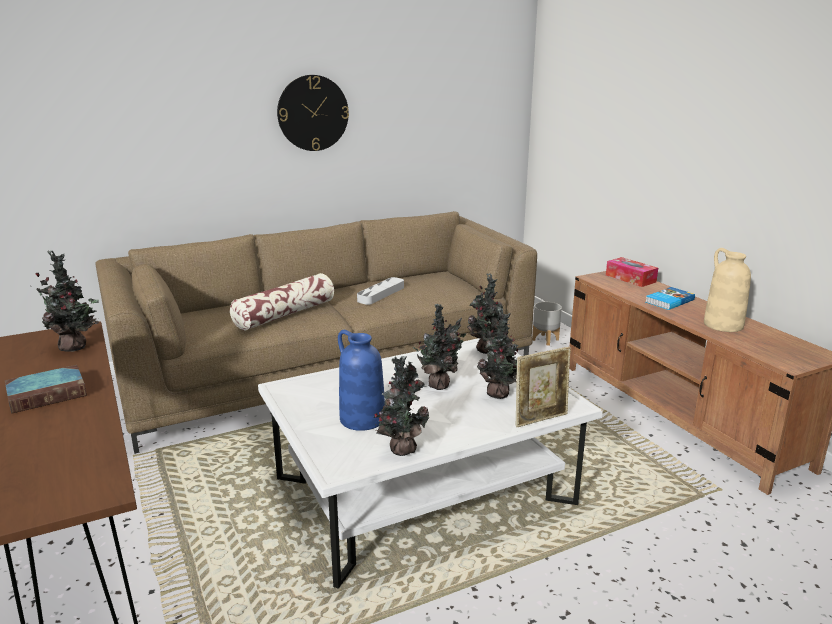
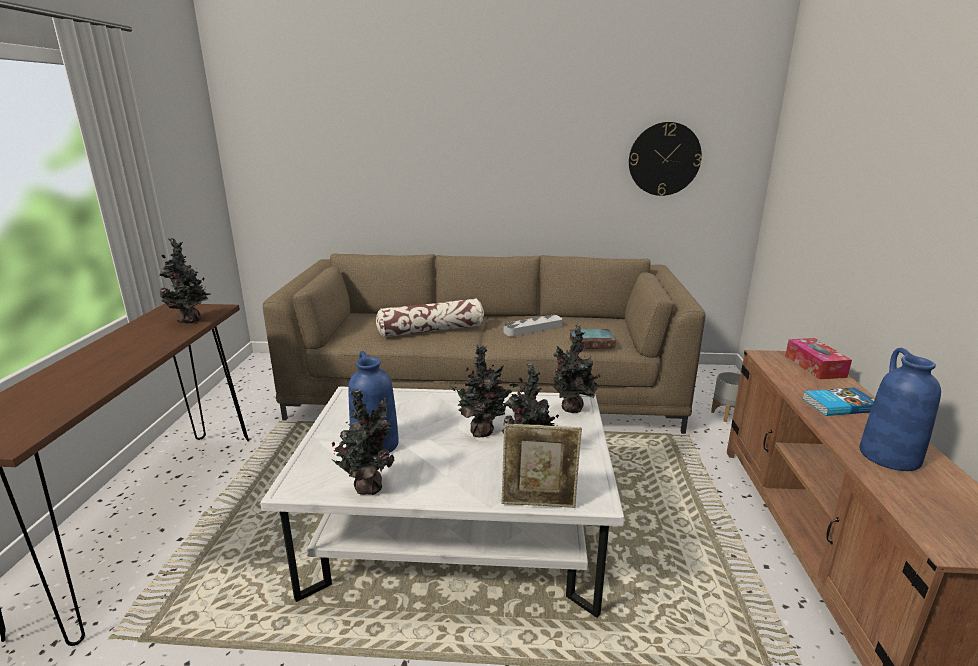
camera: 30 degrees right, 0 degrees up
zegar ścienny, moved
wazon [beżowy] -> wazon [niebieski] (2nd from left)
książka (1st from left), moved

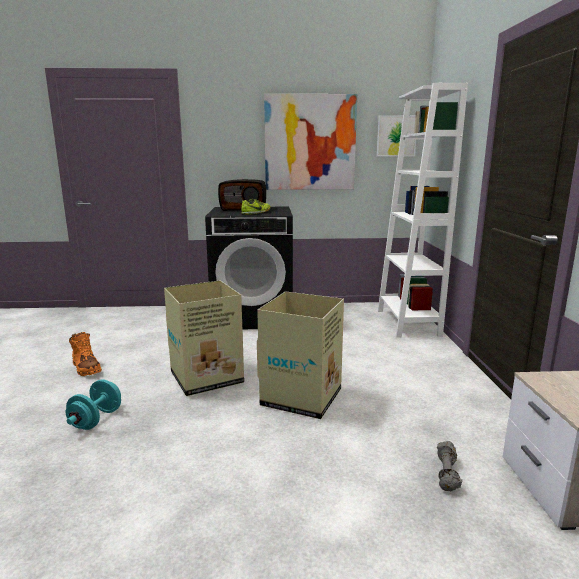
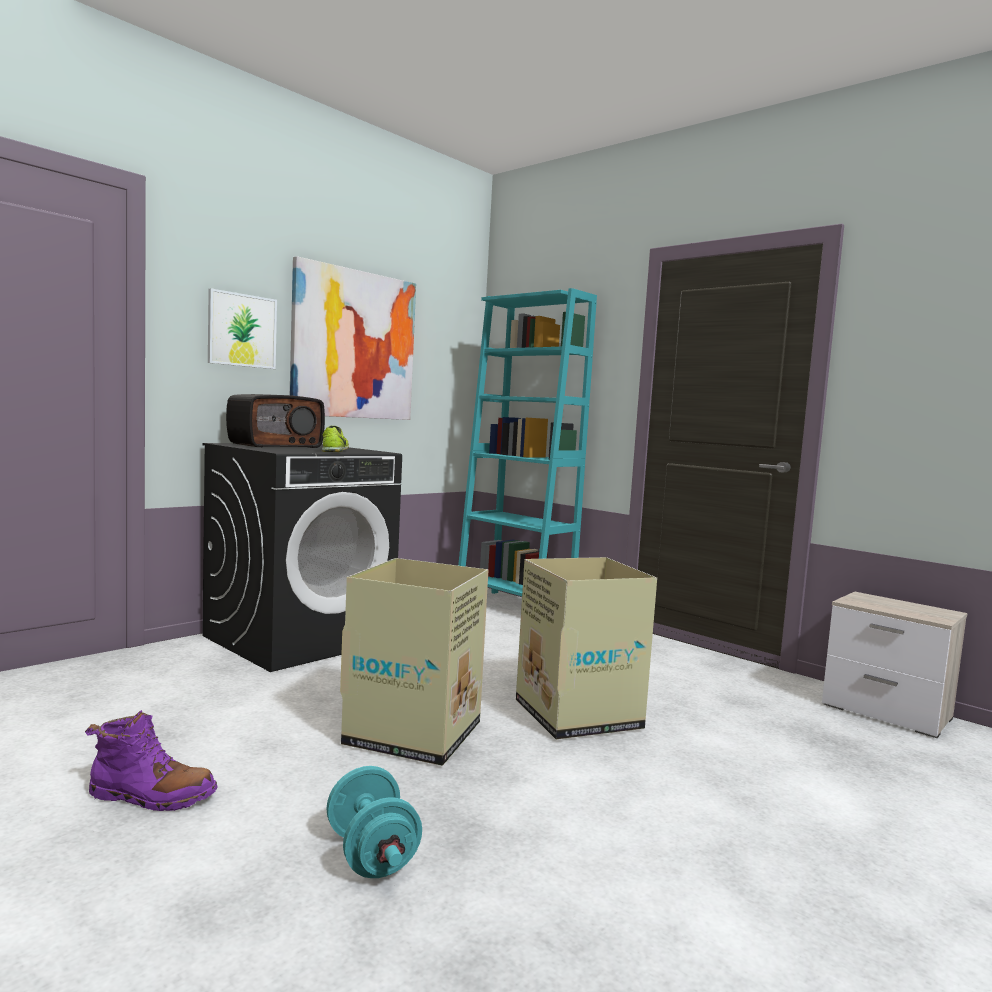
camera: 45 degrees left, 10 degrees down
regał [biały] -> regał [turkusowy]
obraz (2nd from left in the first image) -> obraz (1st from left), moved
but z cholewką [pomarańczowy] -> but z cholewką [fioletowy]
hantel [szary] -> none

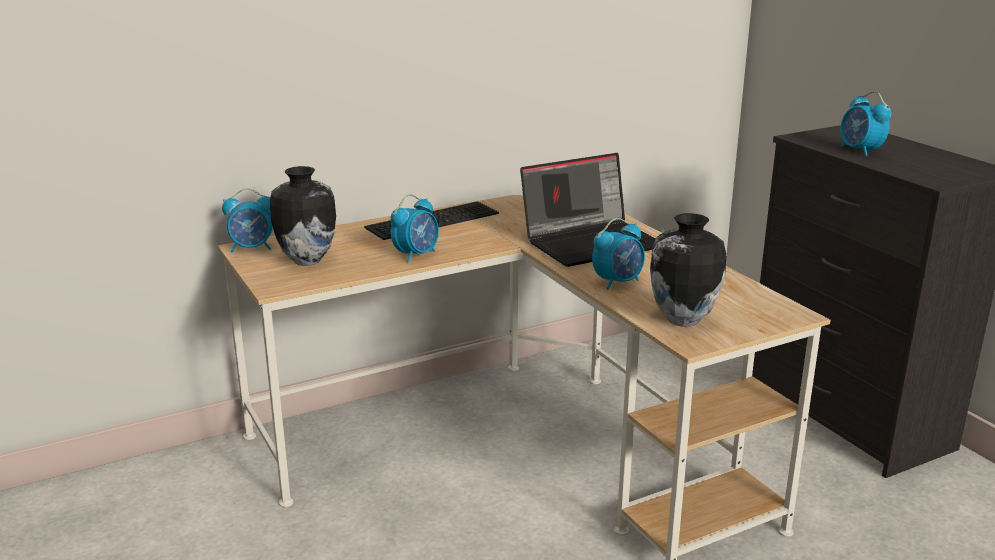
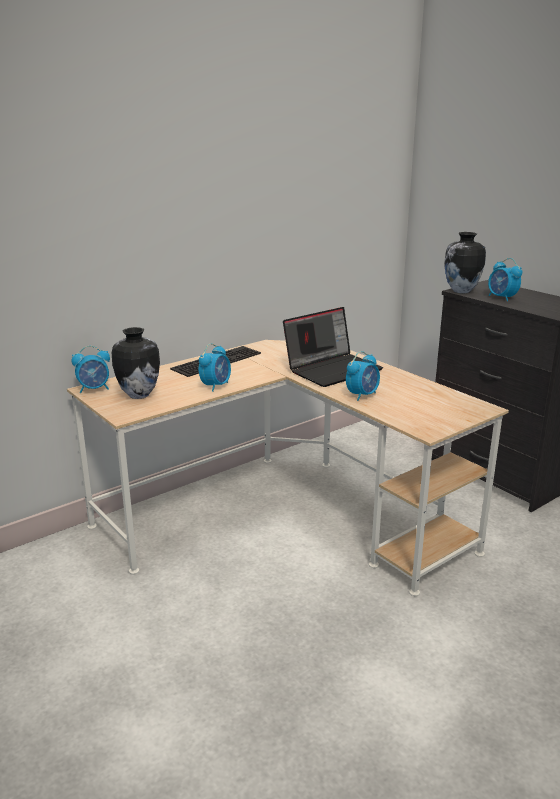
camera: 10 degrees left, 0 degrees up
wazon (2nd from left), moved

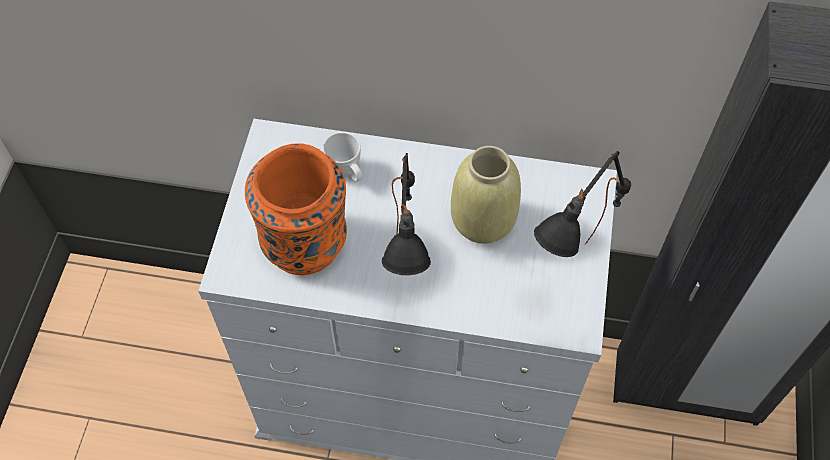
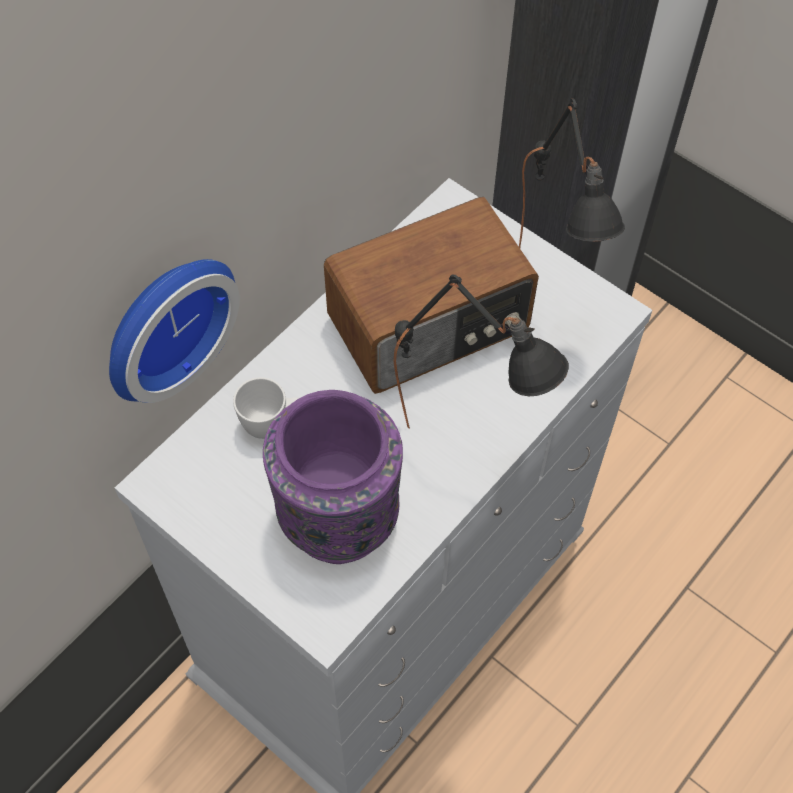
camera: 60 degrees left, 0 degrees up
wazon [pomarańczowy] -> wazon [fioletowy]
wazon [beżowy] -> radio
none -> zegar ścienny

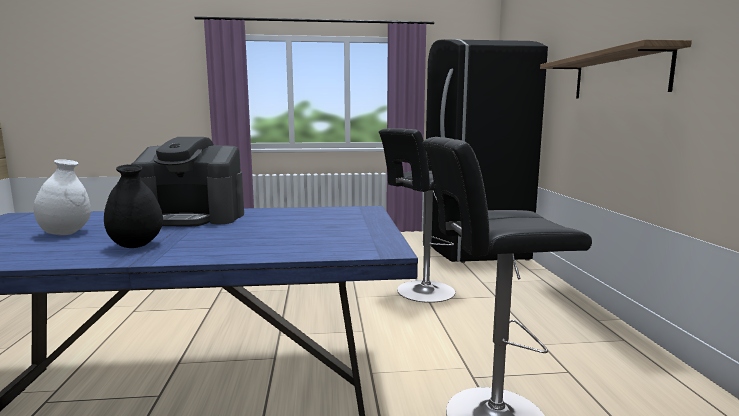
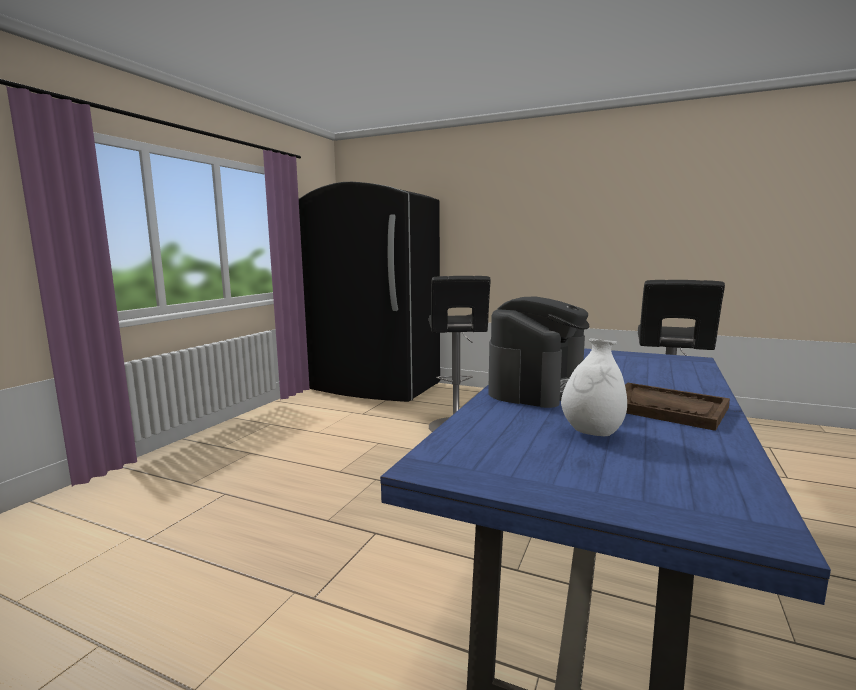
camera: 60 degrees left, 0 degrees up
półka -> none
wazon [czarny] -> taca [brązowy]

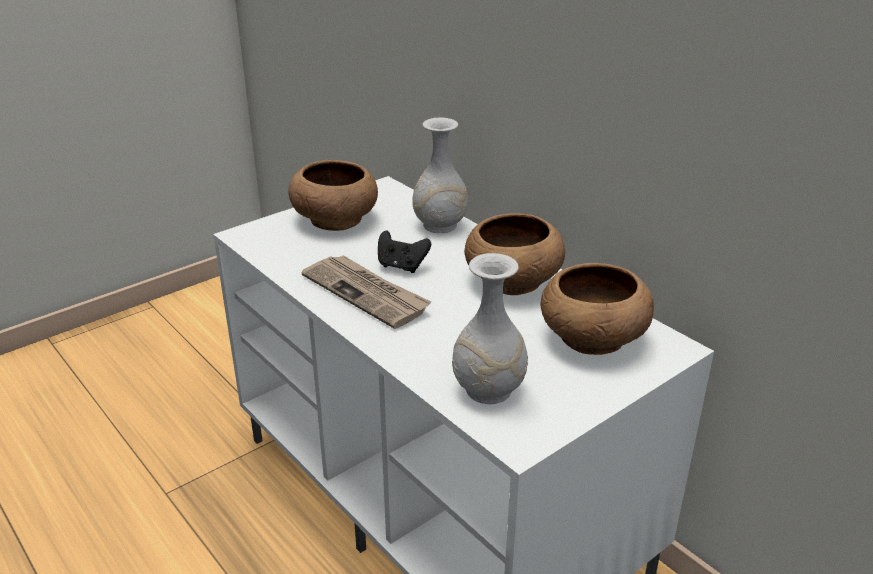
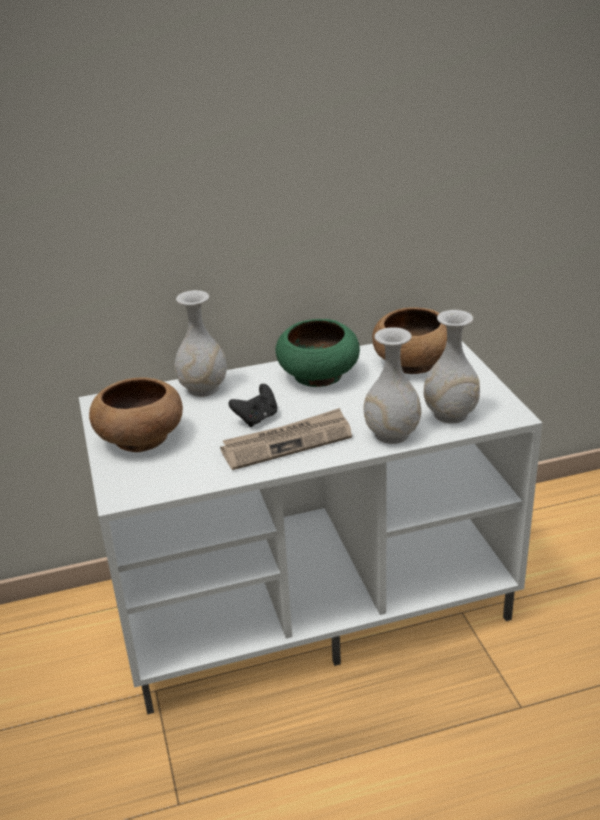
camera: 65 degrees left, 0 degrees up
miska [brązowy] (2nd from left) -> miska [zielony]
none -> wazon [biały] (2nd from left)

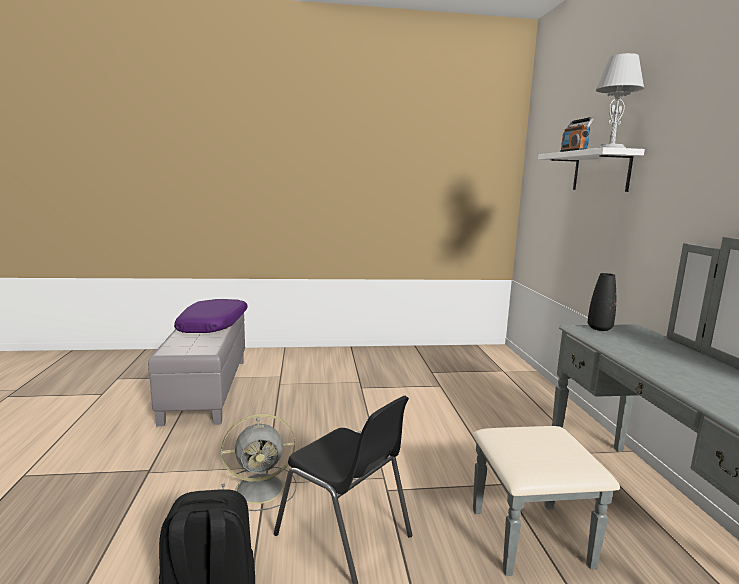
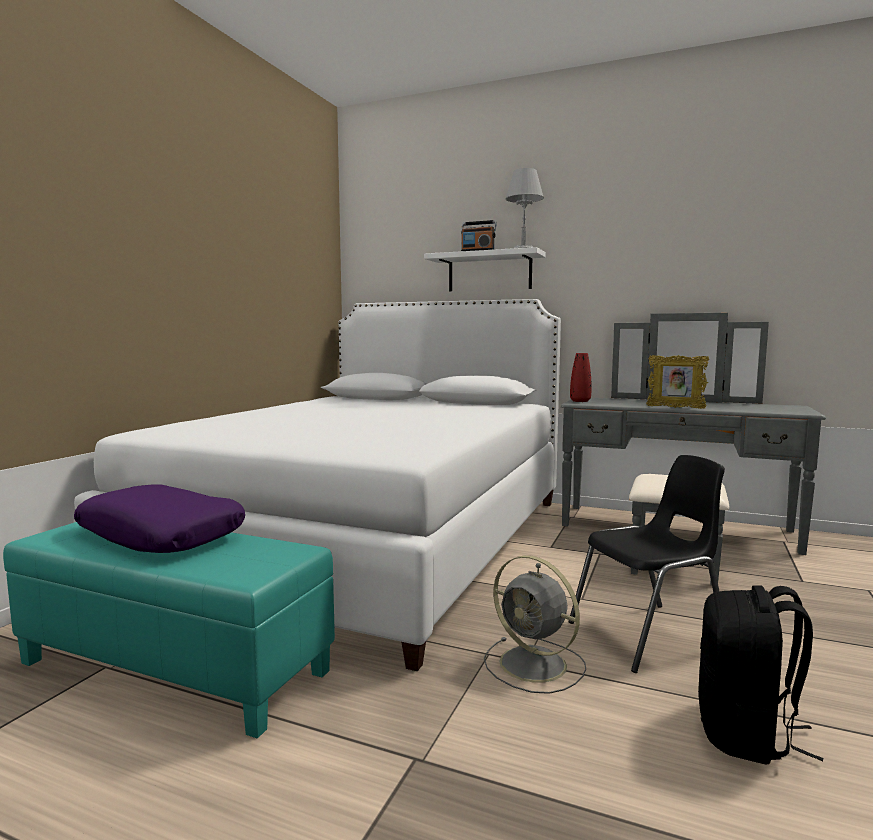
camera: 60 degrees left, 5 degrees down
wazon [czarny] -> wazon [czerwony]
pufa [szary] -> pufa [turkusowy]
wentylator [szary], 120 degrees clockwise
none -> łóżko [biały]
none -> ramka na zdjęcie

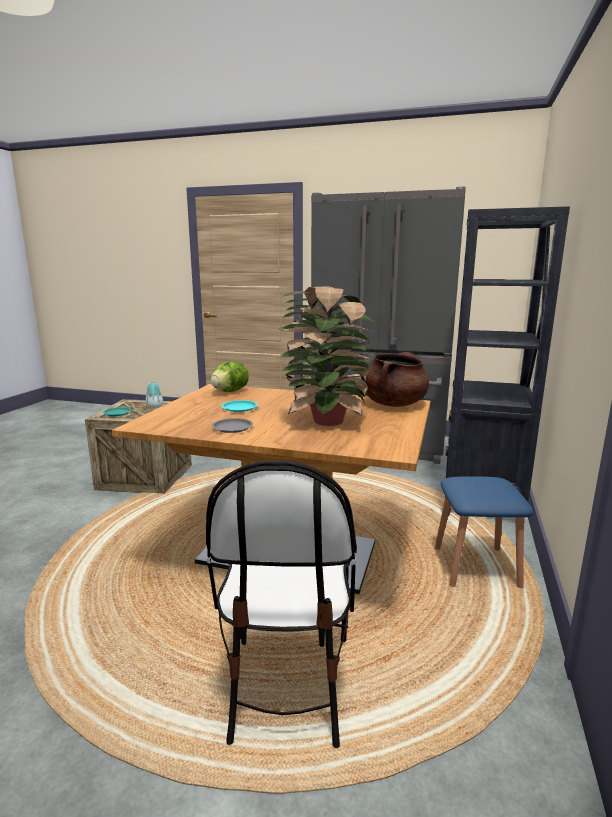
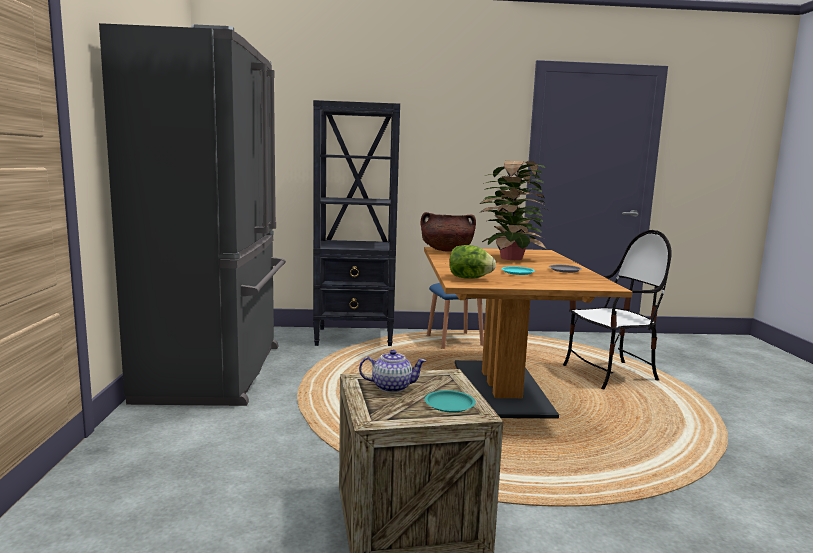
camera: 110 degrees left, 5 degrees down
wazon -> imbryk

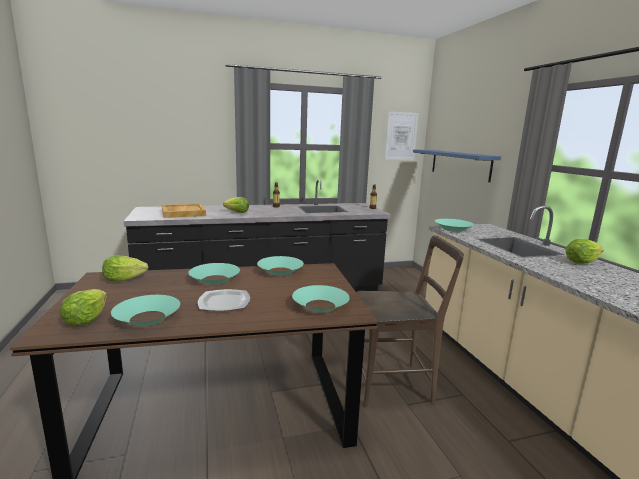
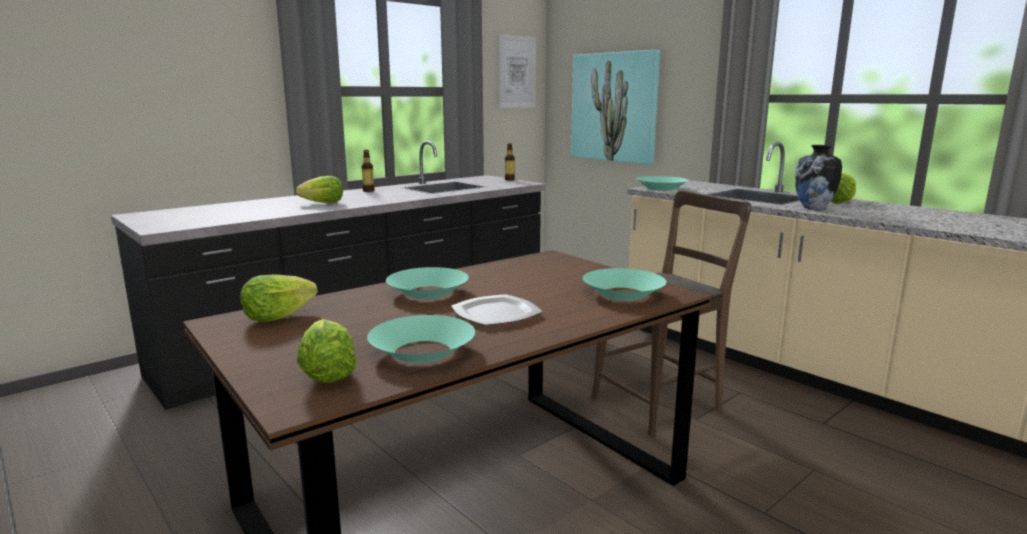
camera: 25 degrees left, 0 degrees up
półka [niebieski] -> obraz (2nd from left)
taca [beżowy] -> none
miska [turkusowy] (3rd from left) -> none
none -> wazon

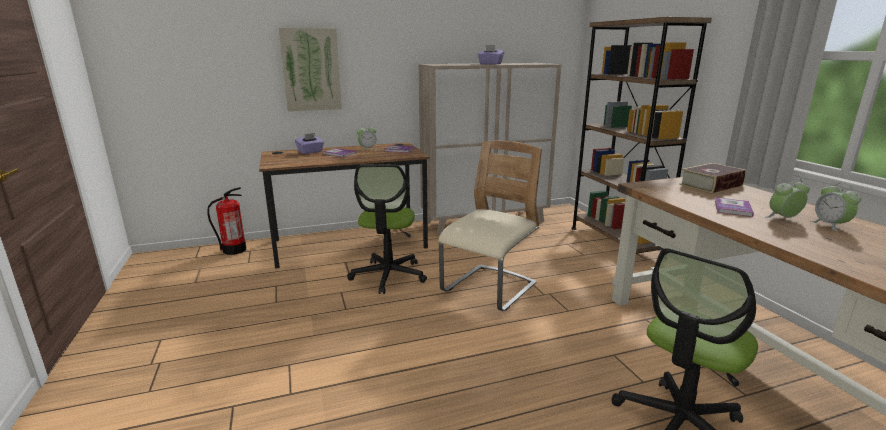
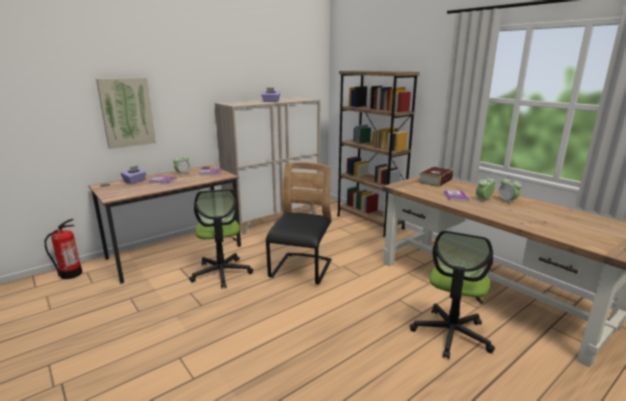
camera: 20 degrees left, 0 degrees up
krzesło [beżowy] -> krzesło [czarny]

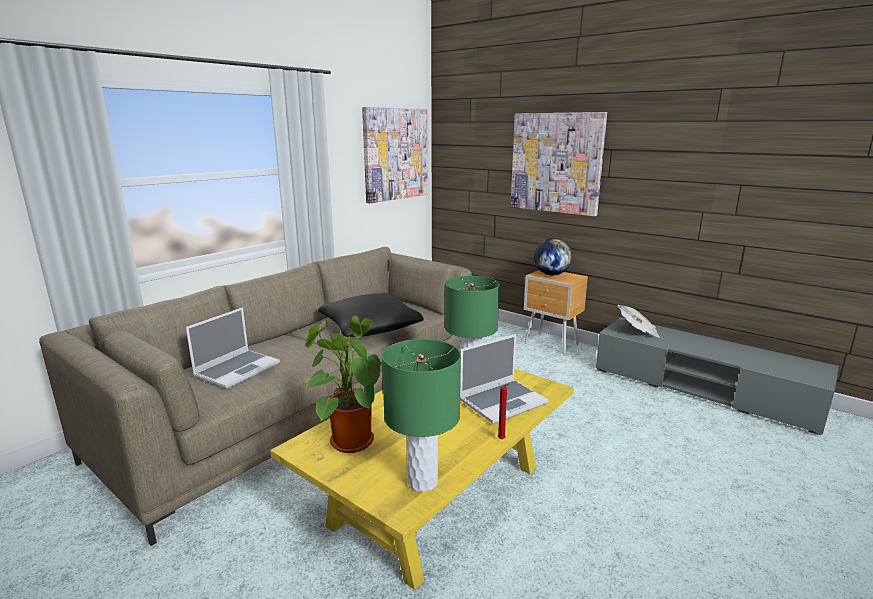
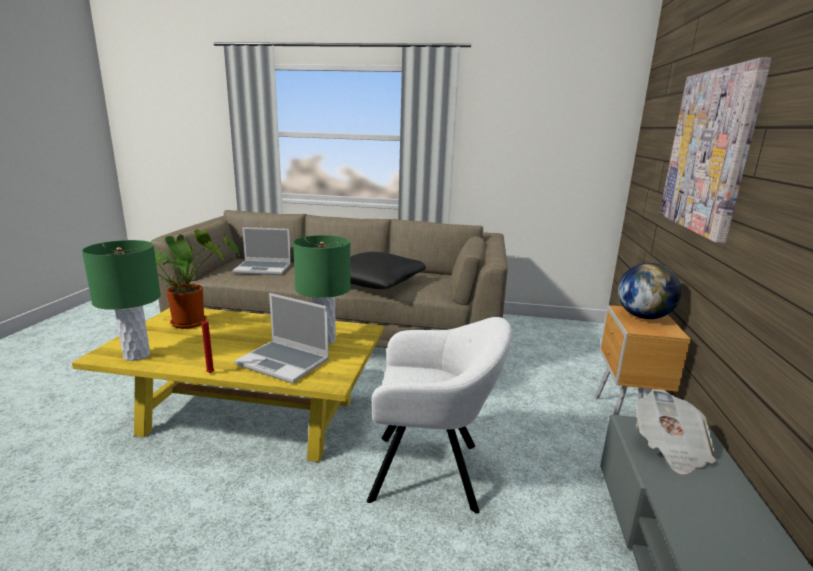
camera: 60 degrees right, 0 degrees up
obraz (1st from left) -> none
none -> fotel [biały]

